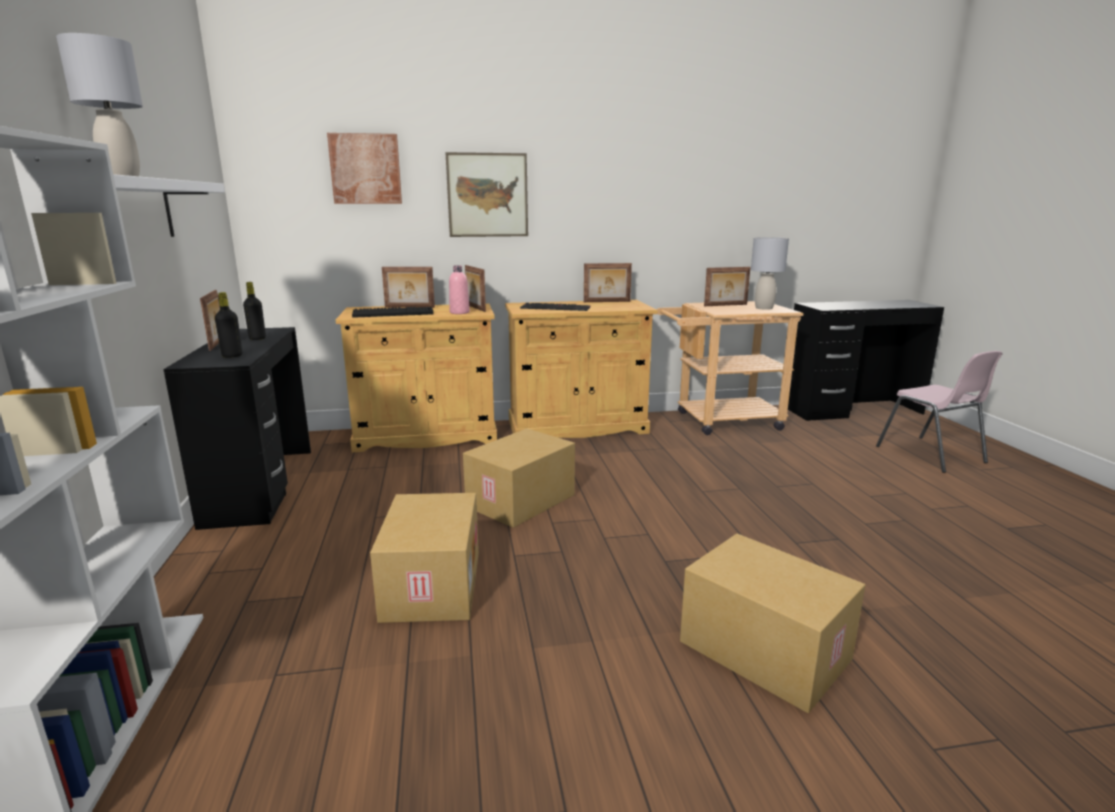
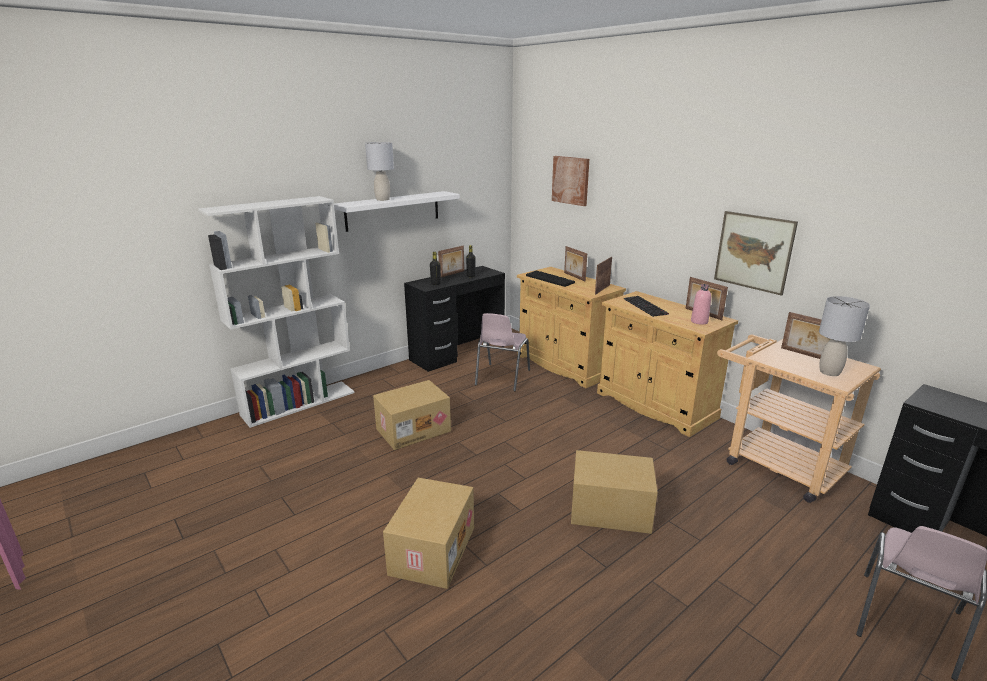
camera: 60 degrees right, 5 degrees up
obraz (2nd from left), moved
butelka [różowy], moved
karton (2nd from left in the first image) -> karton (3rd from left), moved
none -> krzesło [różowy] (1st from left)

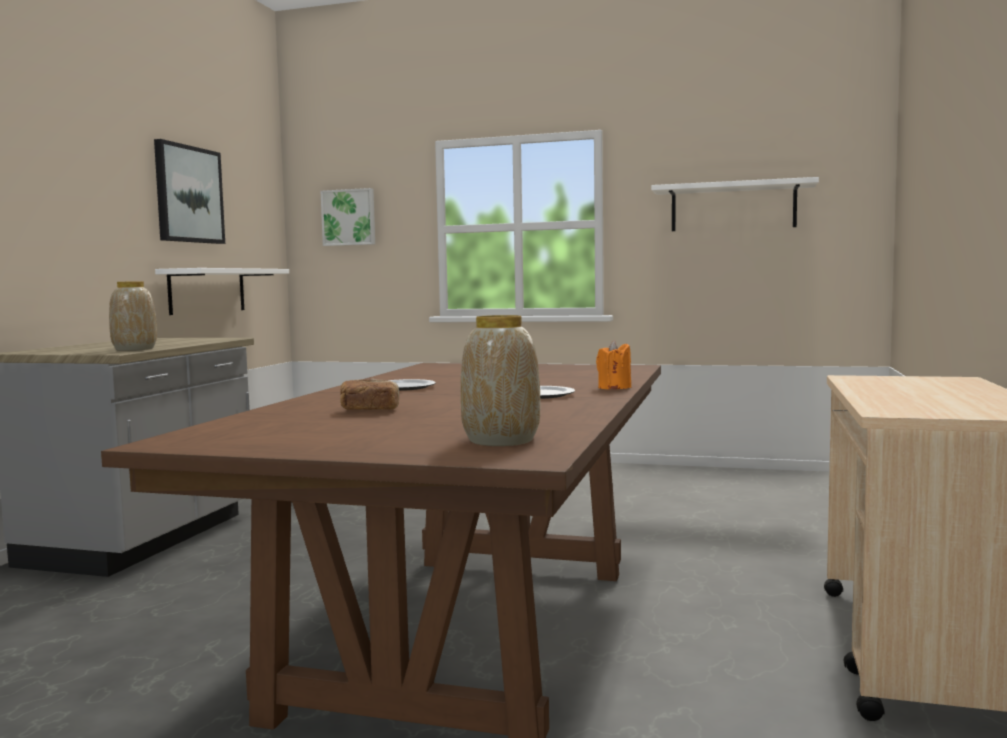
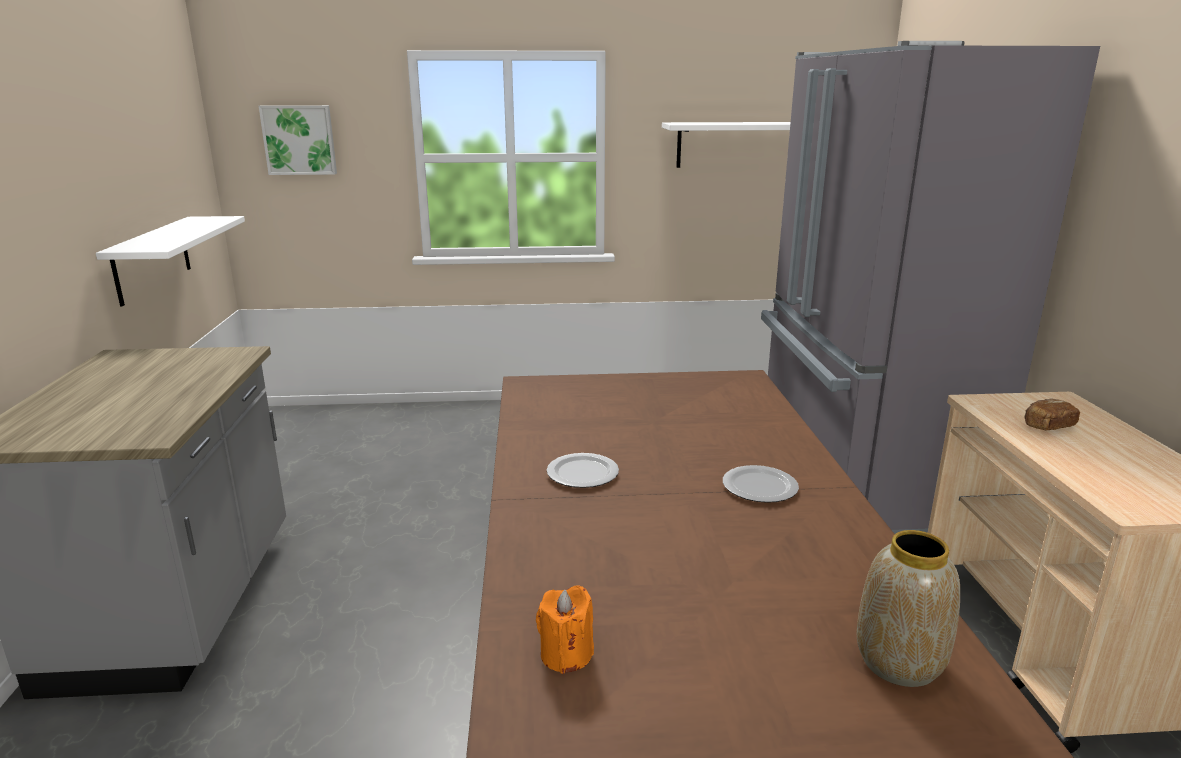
camera: 20 degrees left, 15 degrees up
obraz (1st from left) -> none
wazon (1st from left) -> none
świeca [pomarańczowy], moved
chleb, moved
none -> lodówka [szary]

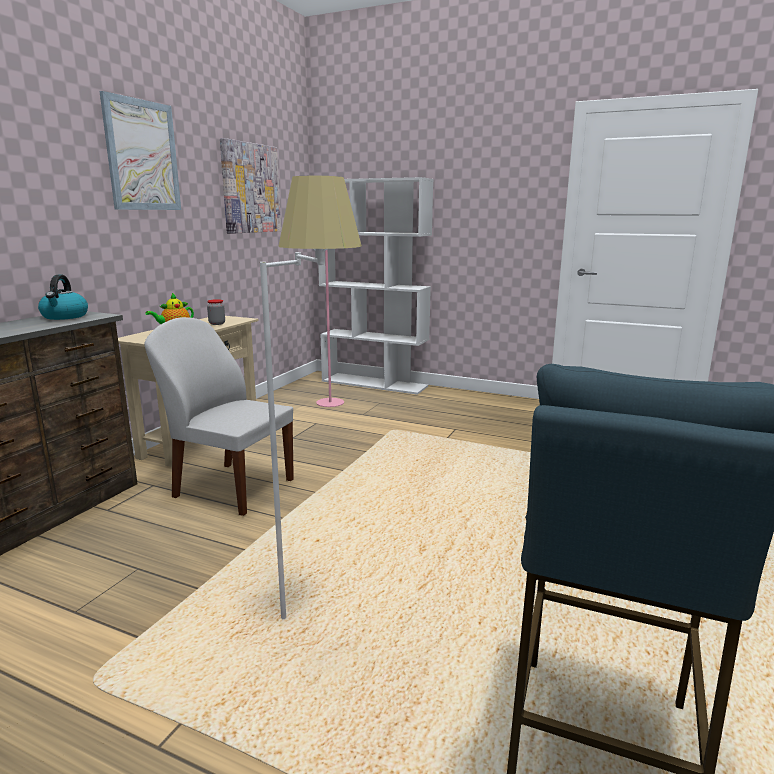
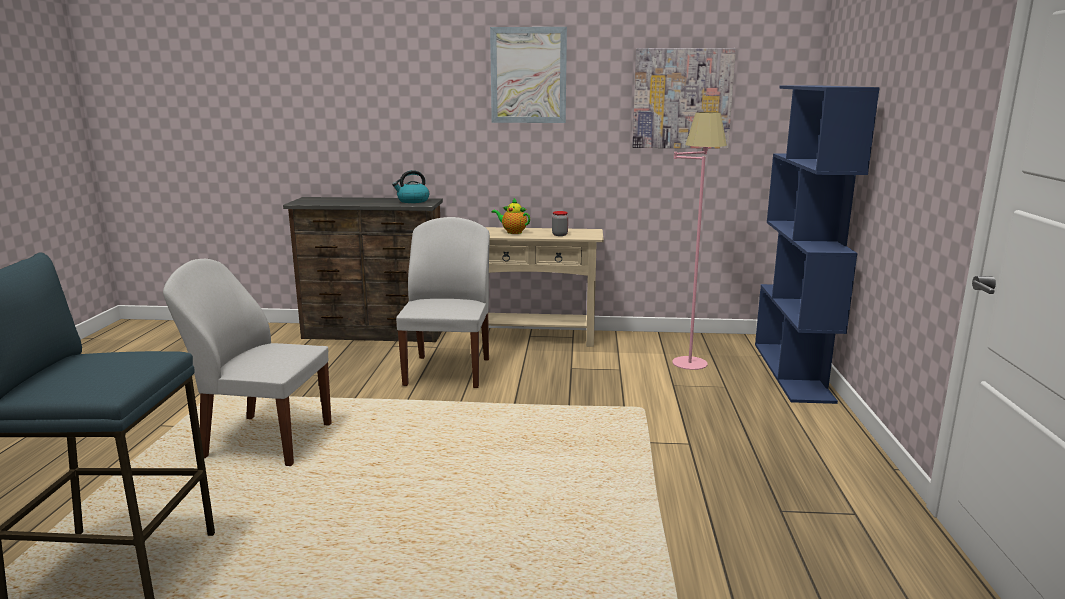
camera: 70 degrees right, 0 degrees up
lampa stojąca [biały] -> krzesło [biały] (1st from left)
regał [biały] -> regał [niebieski]

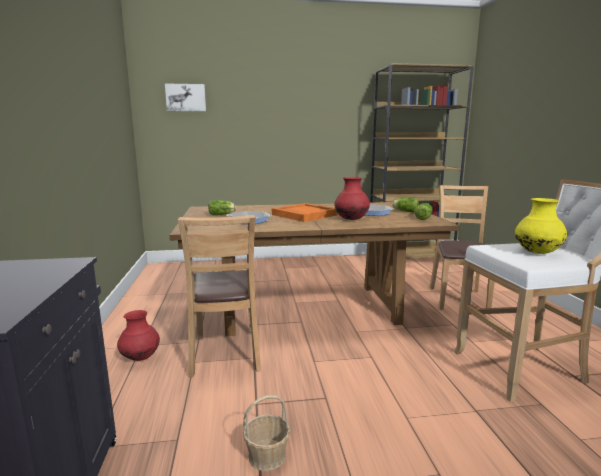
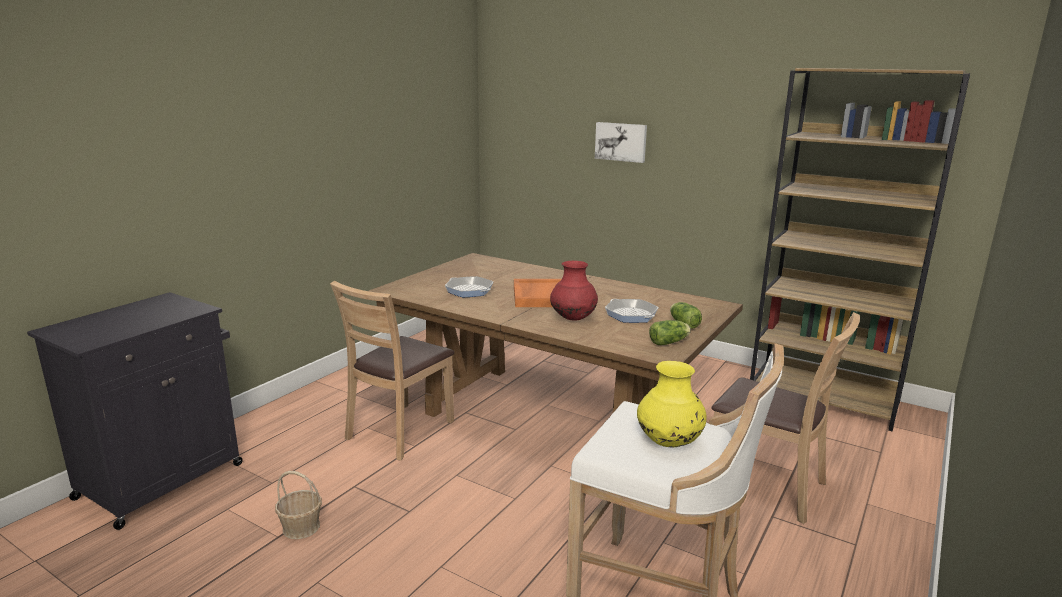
camera: 40 degrees right, 5 degrees up
obraz, moved
krzesło [brązowy] (2nd from left), 75 degrees clockwise
sałata (1st from left) -> none
wazon [czerwony] (1st from left) -> none

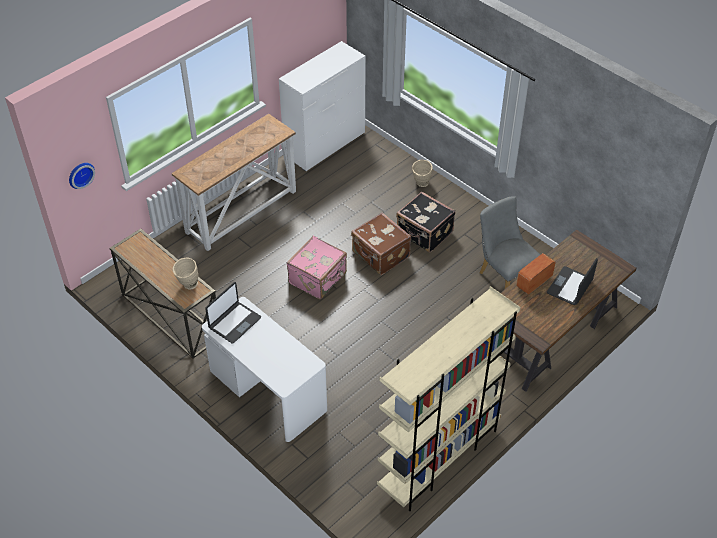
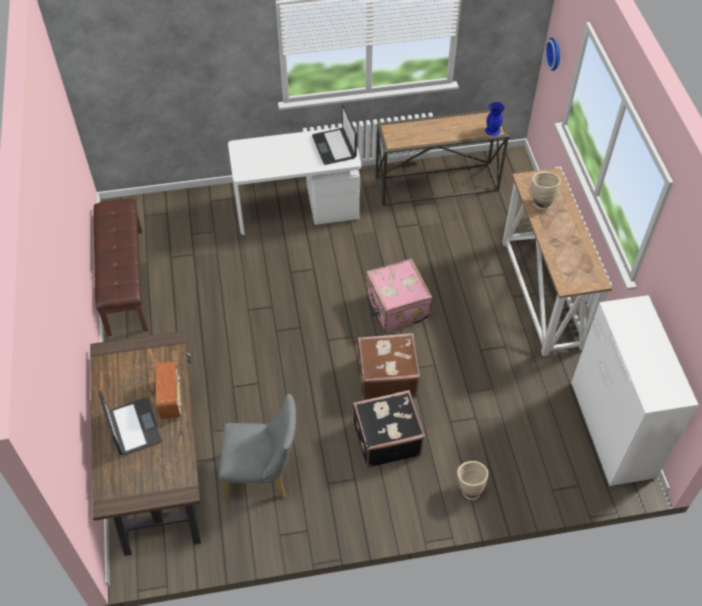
camera: 125 degrees right, 5 degrees up
wazon [beżowy] (1st from left in the first image) -> wazon [beżowy] (2nd from left), moved
regał [beżowy] -> ławka [brązowy]
none -> wazon [niebieski]

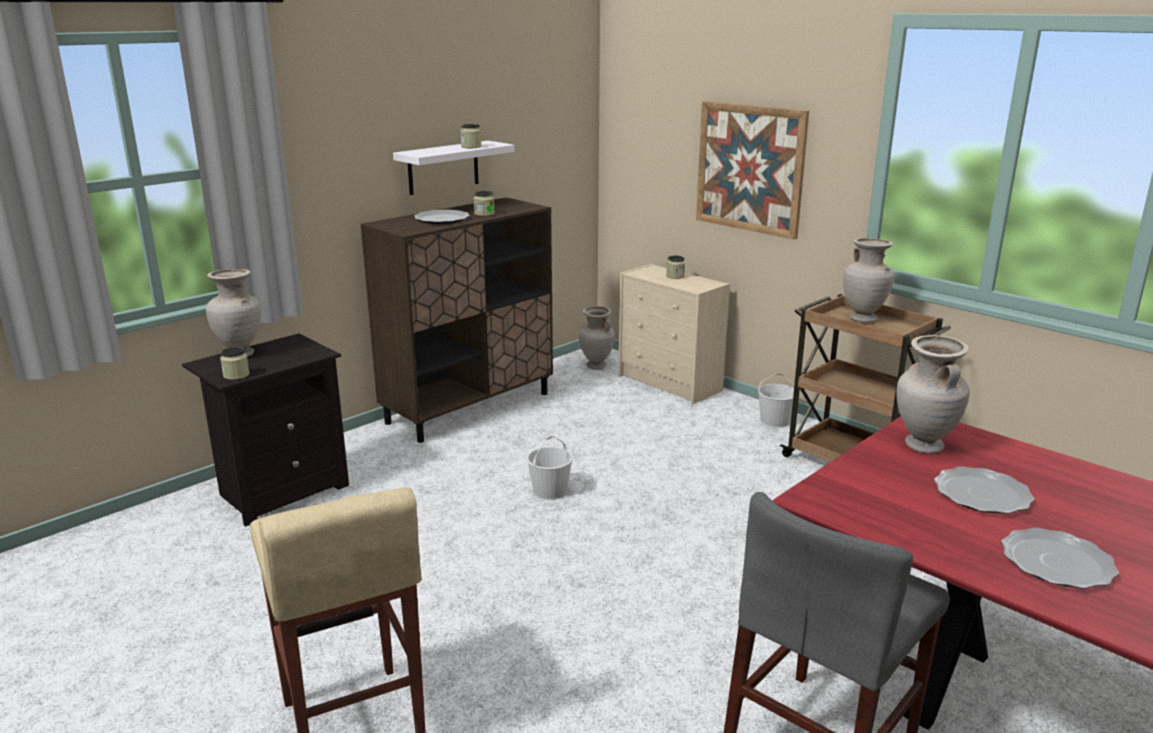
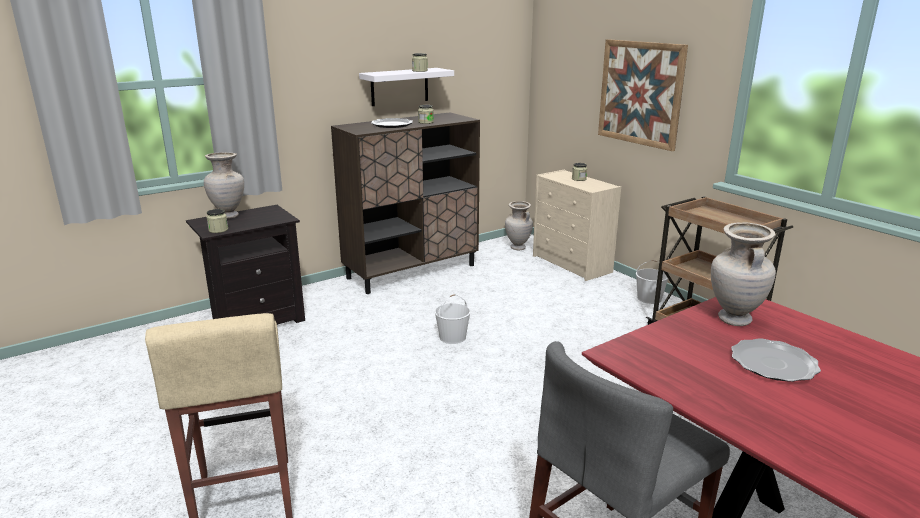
camera: 10 degrees right, 0 degrees up
wazon [beżowy] (3rd from left) -> none
talerz (3rd from left) -> none

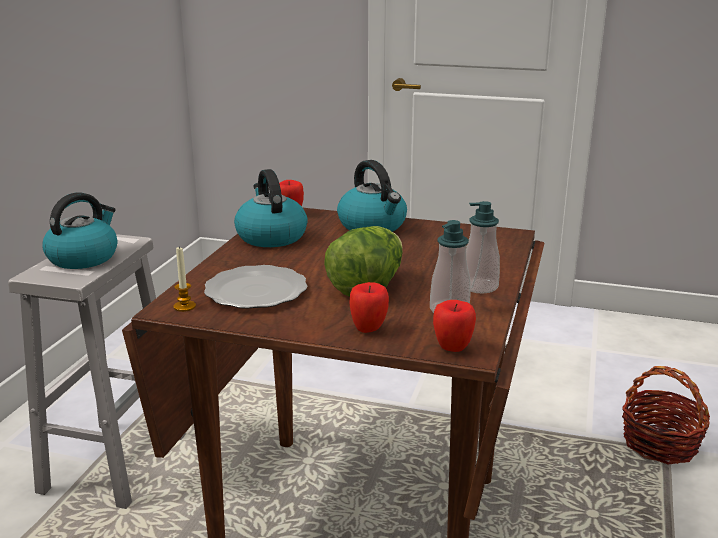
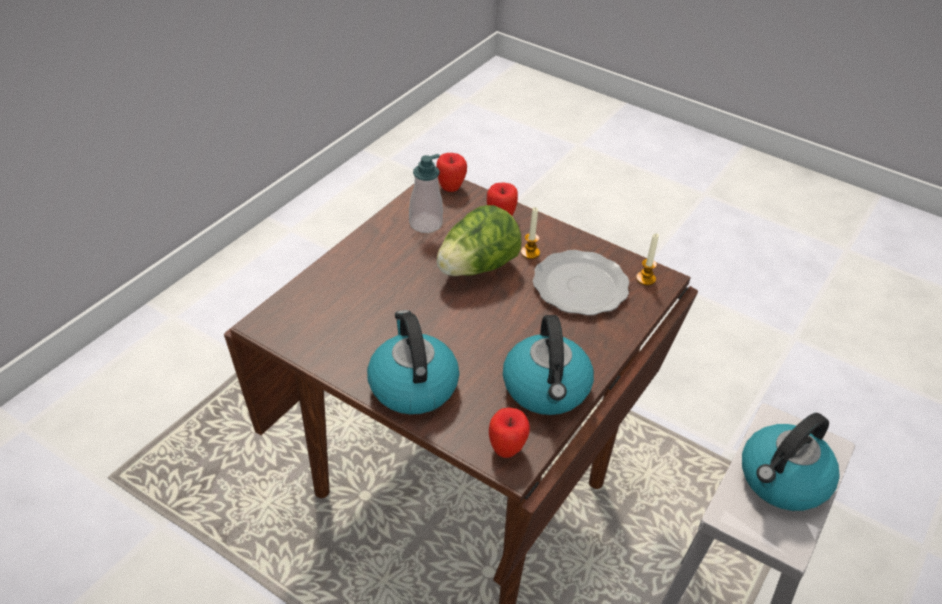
camera: 165 degrees left, 20 degrees up
dozownik mydła (2nd from left) -> none
koszyk -> none
none -> świeca (1st from left)

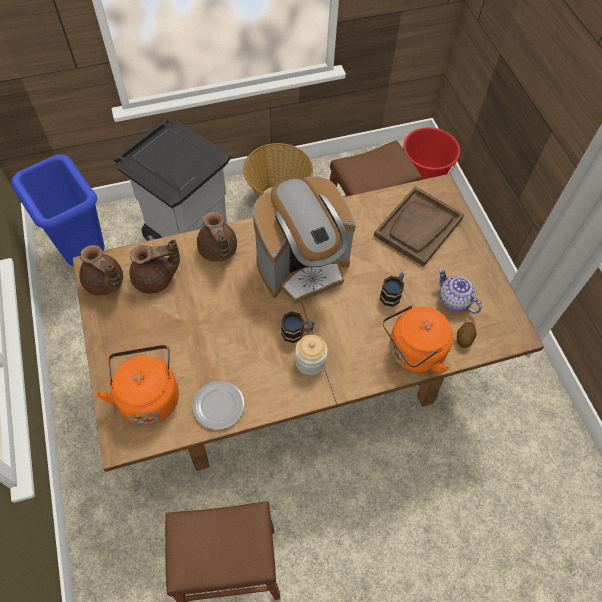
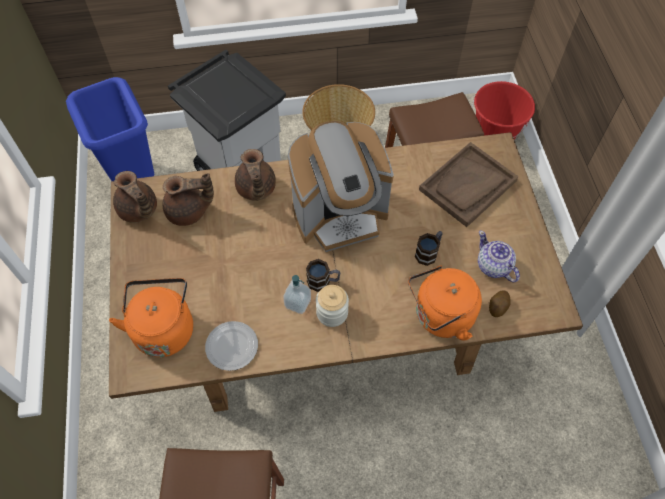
camera: 10 degrees right, 0 degrees up
none -> dozownik mydła

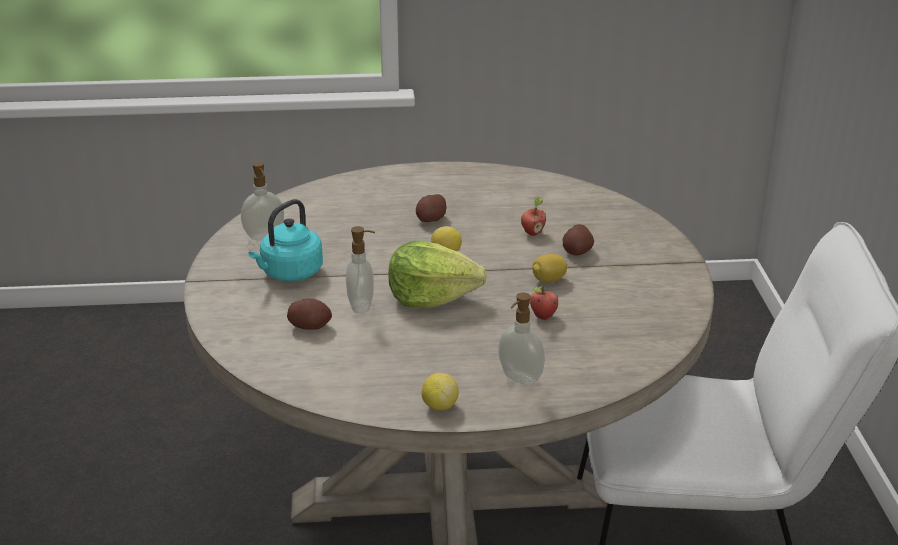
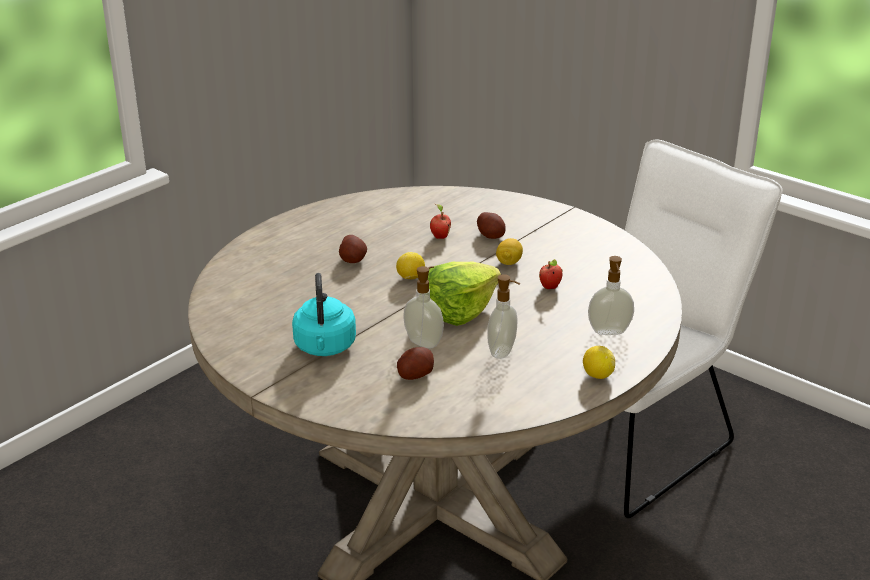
camera: 45 degrees left, 0 degrees up
dozownik mydła (1st from left in the first image) -> dozownik mydła (2nd from left), moved

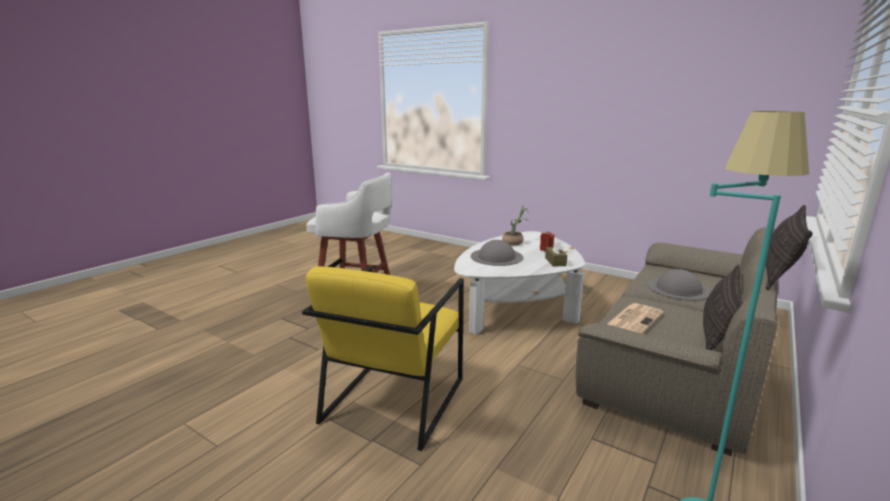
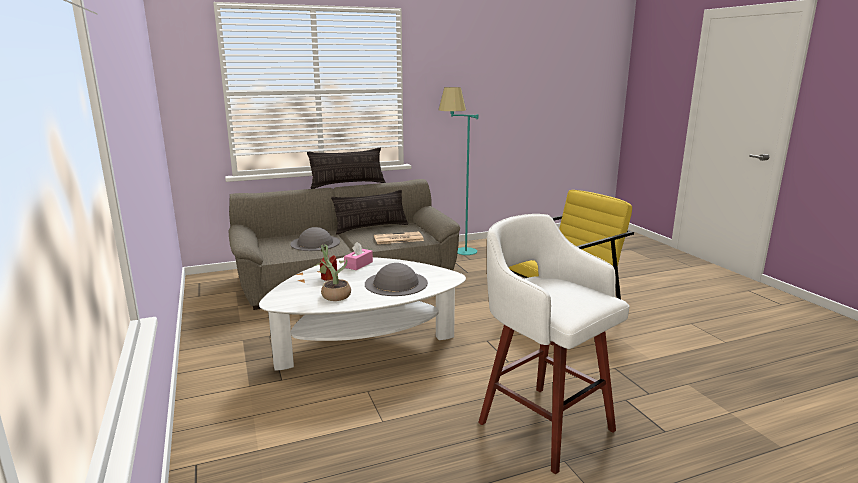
camera: 145 degrees left, 0 degrees up
pudełko chusteczek [brązowy] -> pudełko chusteczek [różowy]

